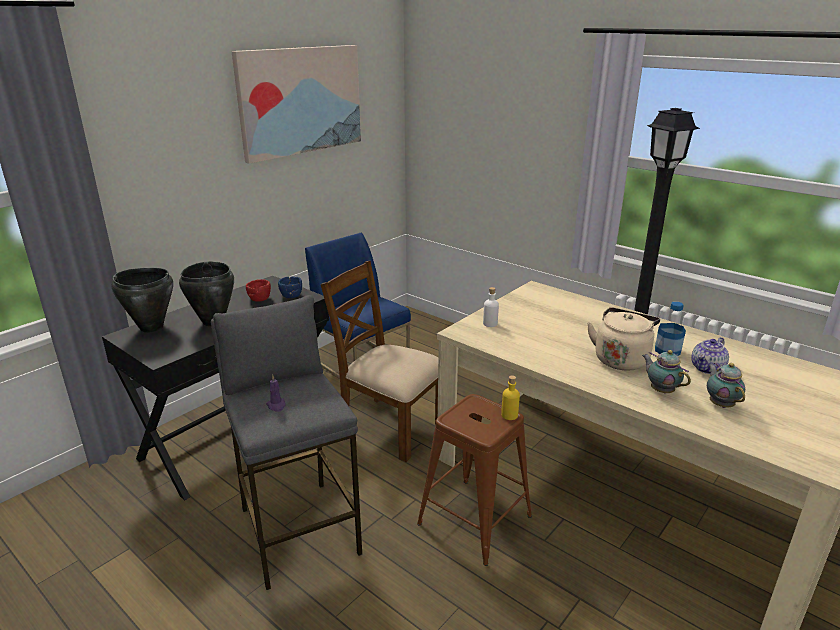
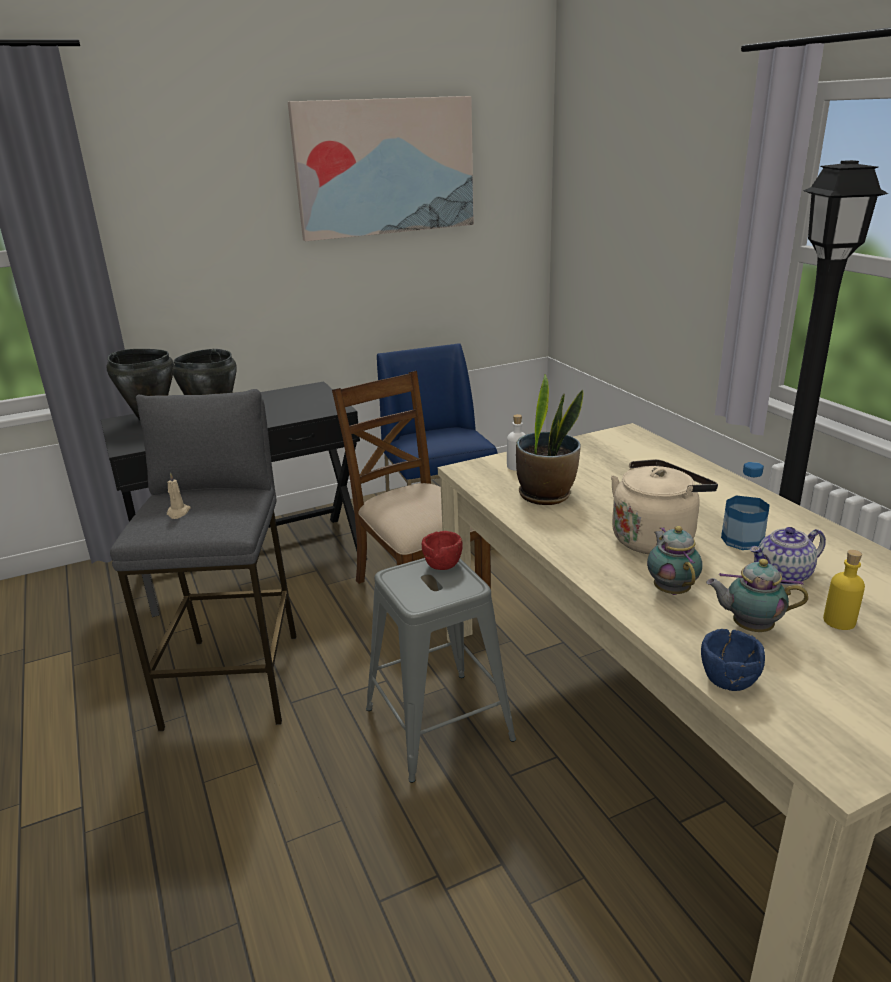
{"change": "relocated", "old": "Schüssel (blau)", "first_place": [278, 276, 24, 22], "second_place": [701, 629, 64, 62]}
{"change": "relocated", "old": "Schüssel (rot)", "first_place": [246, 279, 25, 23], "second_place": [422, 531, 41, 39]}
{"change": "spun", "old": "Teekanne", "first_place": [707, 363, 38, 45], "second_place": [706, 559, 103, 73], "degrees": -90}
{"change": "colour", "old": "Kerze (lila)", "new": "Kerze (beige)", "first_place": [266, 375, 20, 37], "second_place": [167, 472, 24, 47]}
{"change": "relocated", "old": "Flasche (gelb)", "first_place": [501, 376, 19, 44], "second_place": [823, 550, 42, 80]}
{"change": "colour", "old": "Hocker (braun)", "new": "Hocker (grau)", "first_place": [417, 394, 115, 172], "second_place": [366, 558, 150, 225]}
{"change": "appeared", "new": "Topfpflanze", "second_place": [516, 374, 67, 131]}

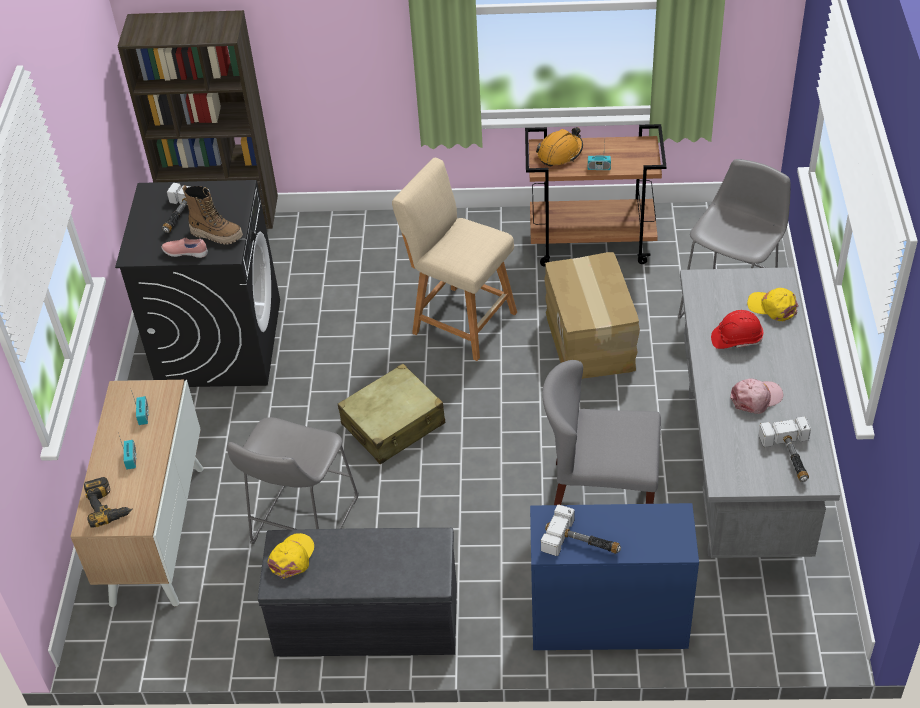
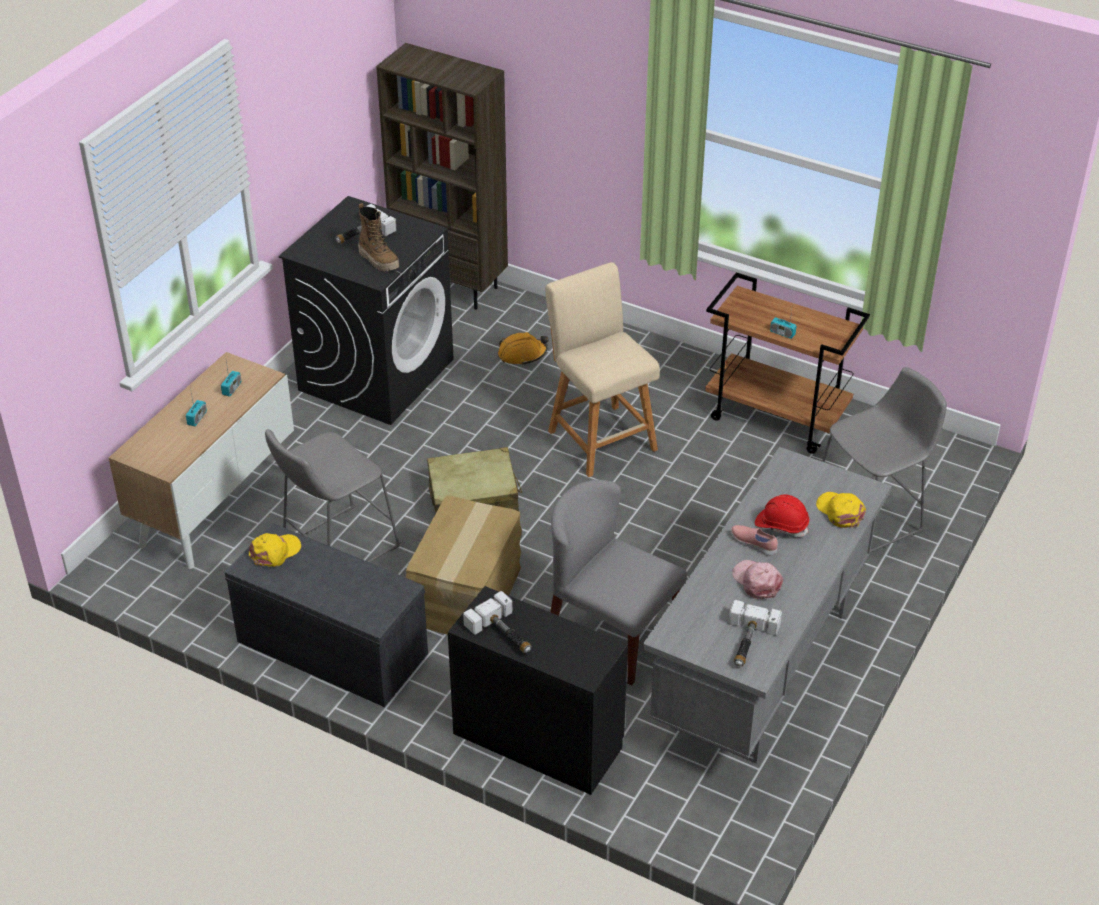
{"change": "relocated", "old": "Schutzhelm (orange)", "first_place": [536, 127, 47, 40], "second_place": [498, 332, 50, 33]}
{"change": "relocated", "old": "Schuh (rosa)", "first_place": [161, 238, 47, 20], "second_place": [731, 525, 47, 31]}
{"change": "relocated", "old": "Karton", "first_place": [544, 252, 96, 127], "second_place": [406, 496, 116, 139]}
{"change": "spun", "old": "Kappe (rosa)", "first_place": [731, 378, 52, 36], "second_place": [732, 560, 51, 39], "degrees": -120}
{"change": "missing", "old": "Bohrmaschine", "first_place": [84, 477, 49, 51]}
{"change": "colour", "old": "Kommode (blau)", "new": "Kommode (schwarz)", "first_place": [530, 503, 169, 147], "second_place": [448, 586, 180, 209]}

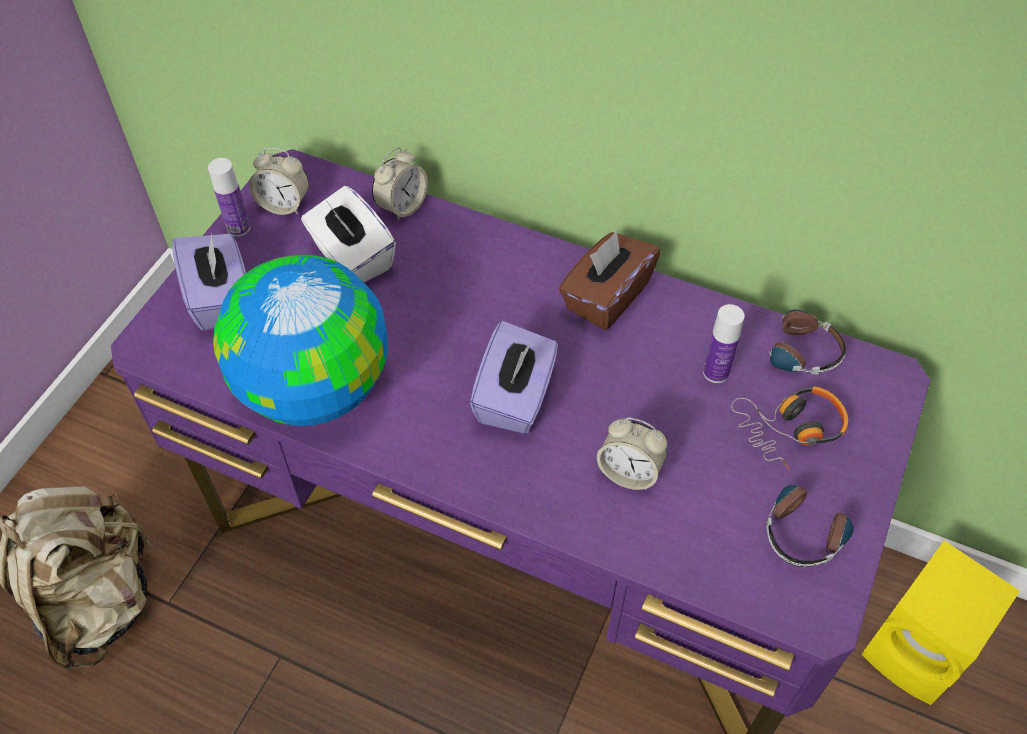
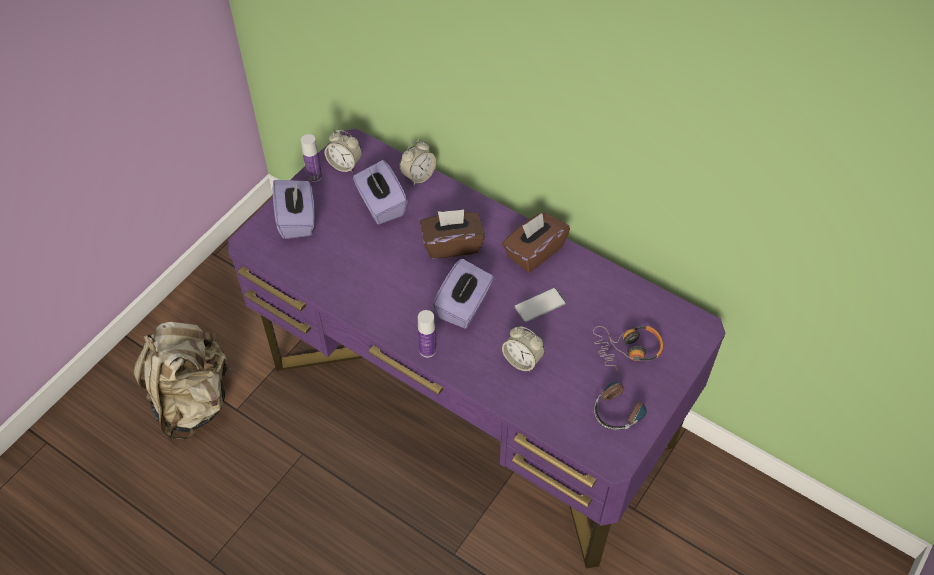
{"change": "colour", "old": "Taschentuchbox (weiß)", "new": "Taschentuchbox (lila)", "first_place": [301, 186, 95, 96], "second_place": [353, 160, 55, 64]}
{"change": "missing", "old": "Globus", "first_place": [213, 255, 175, 171]}
{"change": "relocated", "old": "Flasche", "first_place": [703, 304, 42, 79], "second_place": [418, 310, 18, 47]}
{"change": "missing", "old": "Kopfhörer", "first_place": [751, 309, 95, 66]}
{"change": "missing", "old": "Lautsprecher (gelb)", "first_place": [862, 540, 158, 165]}
{"change": "appeared", "new": "Taschentuchbox (braun)", "second_place": [420, 209, 65, 50]}
{"change": "appeared", "new": "Handy", "second_place": [514, 288, 52, 34]}

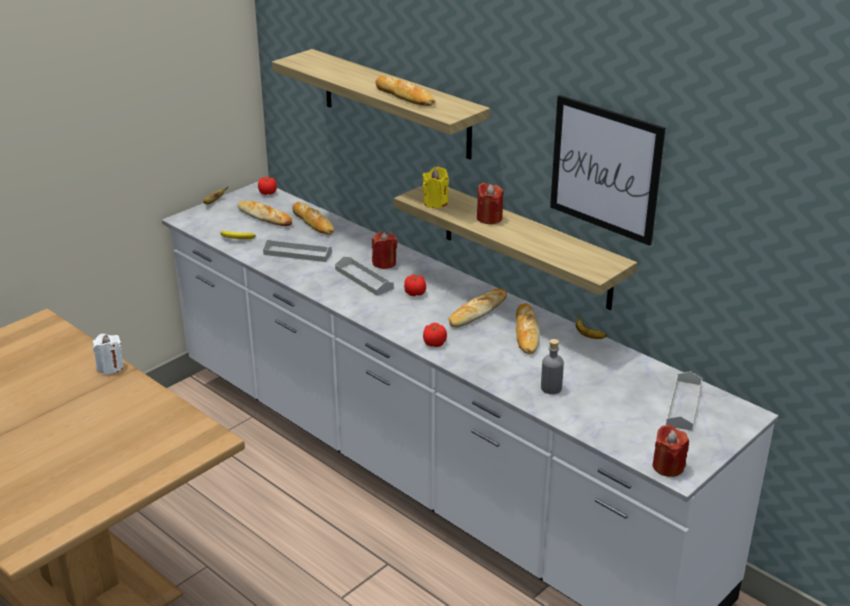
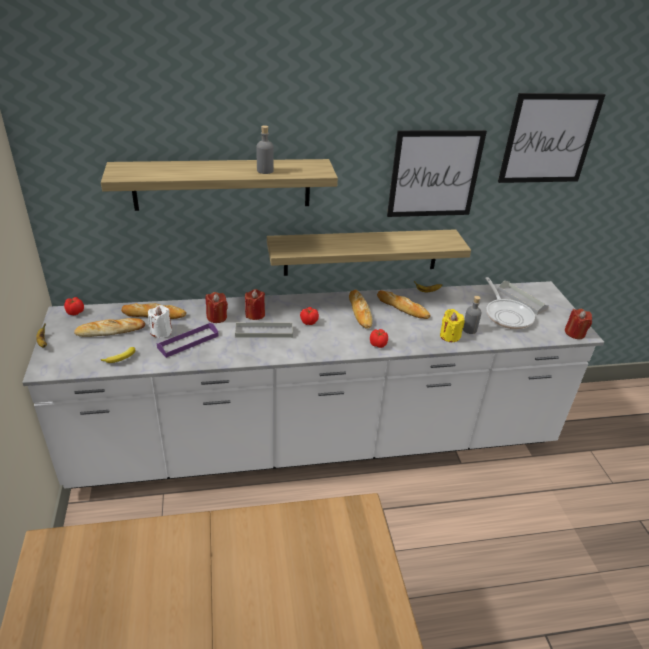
{"change": "exchanged", "old": "Brot", "new": "Flasche (grau)", "first_place": [376, 76, 59, 30], "second_place": [256, 125, 18, 49]}
{"change": "relocated", "old": "Kerze (gelb)", "first_place": [423, 167, 26, 41], "second_place": [440, 309, 25, 33]}
{"change": "relocated", "old": "Kerze (rot)", "first_place": [477, 183, 26, 41], "second_place": [206, 292, 22, 31]}
{"change": "colour", "old": "Tablett (grau)", "new": "Tablett (lila)", "first_place": [263, 240, 69, 22], "second_place": [156, 323, 63, 35]}
{"change": "relocated", "old": "Kerze (weiß)", "first_place": [93, 334, 31, 41], "second_place": [148, 305, 24, 33]}
{"change": "appeared", "new": "Bild", "second_place": [498, 93, 108, 90]}
{"change": "appeared", "new": "Pfanne", "second_place": [485, 277, 50, 52]}

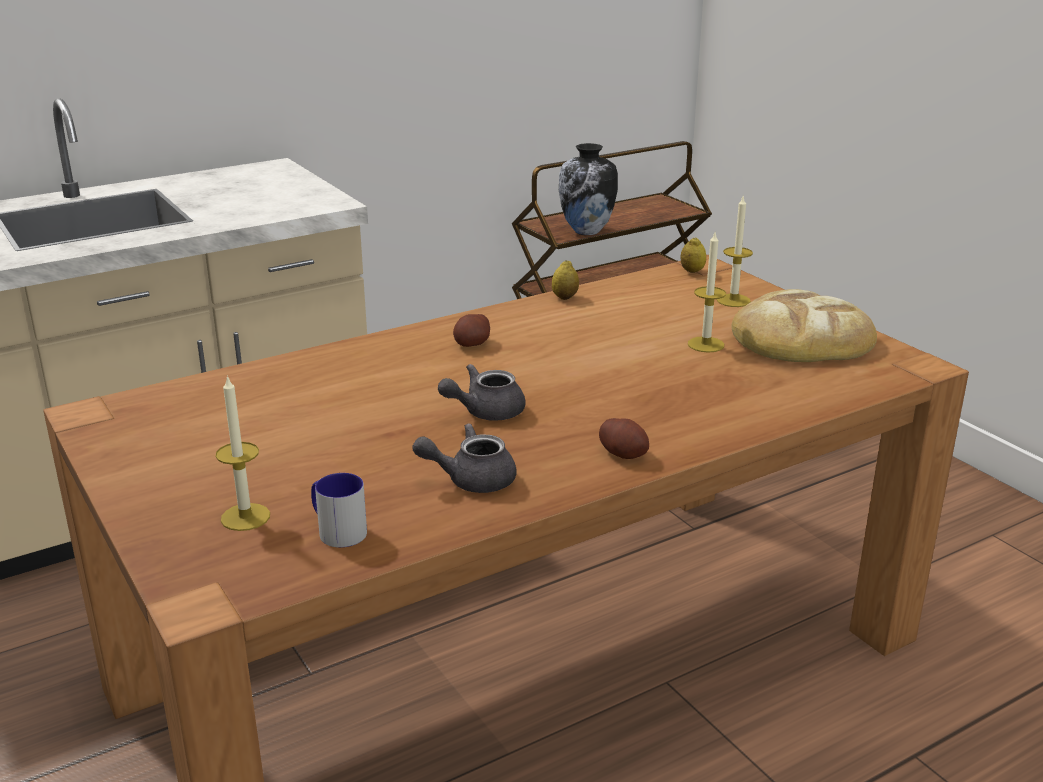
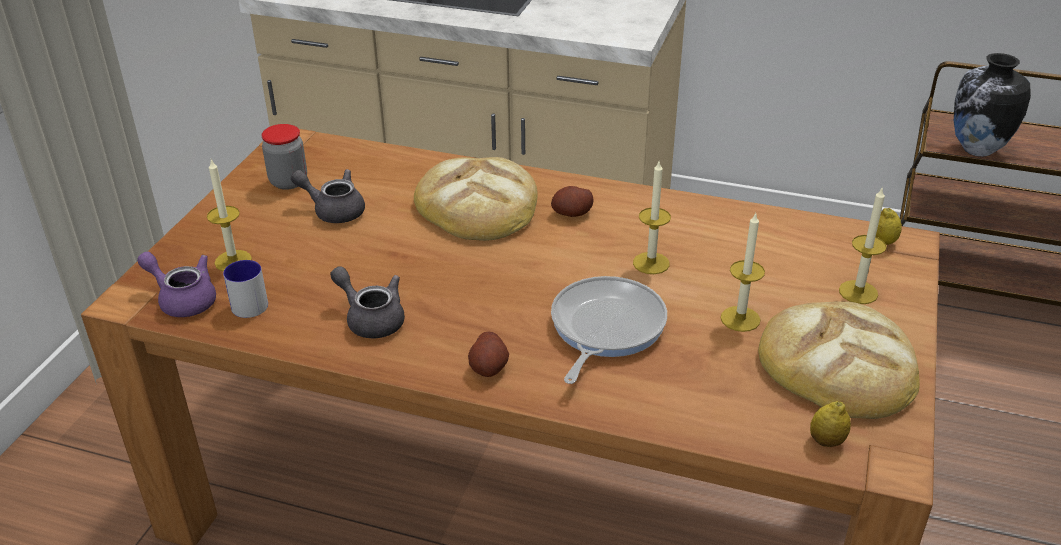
{"change": "relocated", "old": "Zitrone", "first_place": [552, 260, 27, 40], "second_place": [810, 401, 41, 46]}
{"change": "relocated", "old": "Teekanne (grau)", "first_place": [438, 364, 88, 57], "second_place": [291, 169, 74, 54]}
{"change": "appeared", "new": "Vorratsglas", "second_place": [261, 124, 46, 66]}
{"change": "appeared", "new": "Brot", "second_place": [414, 157, 124, 84]}
{"change": "appeared", "new": "Kerze", "second_place": [633, 162, 38, 112]}
{"change": "appeared", "new": "Teekanne (lila)", "second_place": [137, 252, 79, 65]}
{"change": "appeared", "new": "Pfanne", "second_place": [551, 276, 116, 108]}

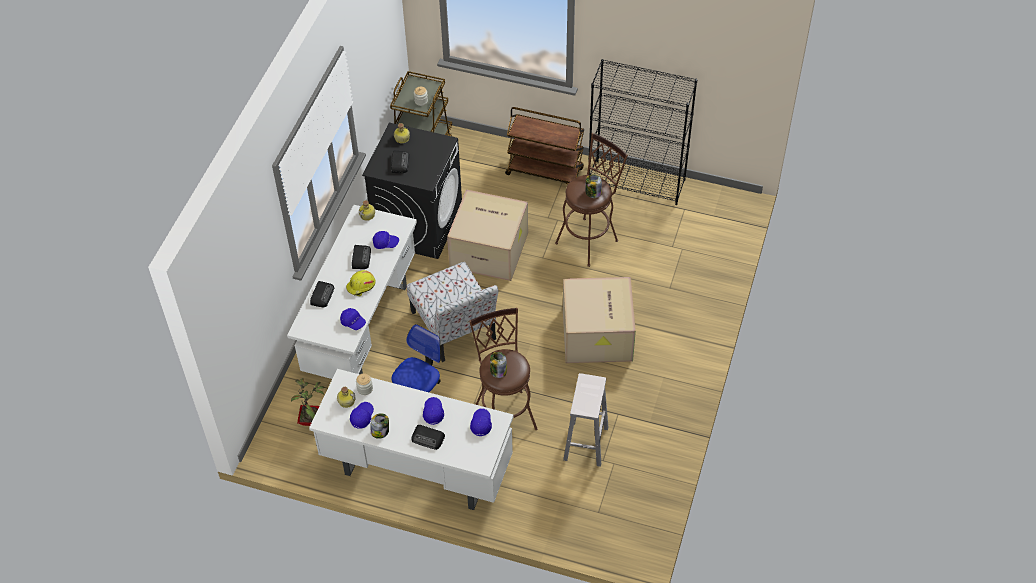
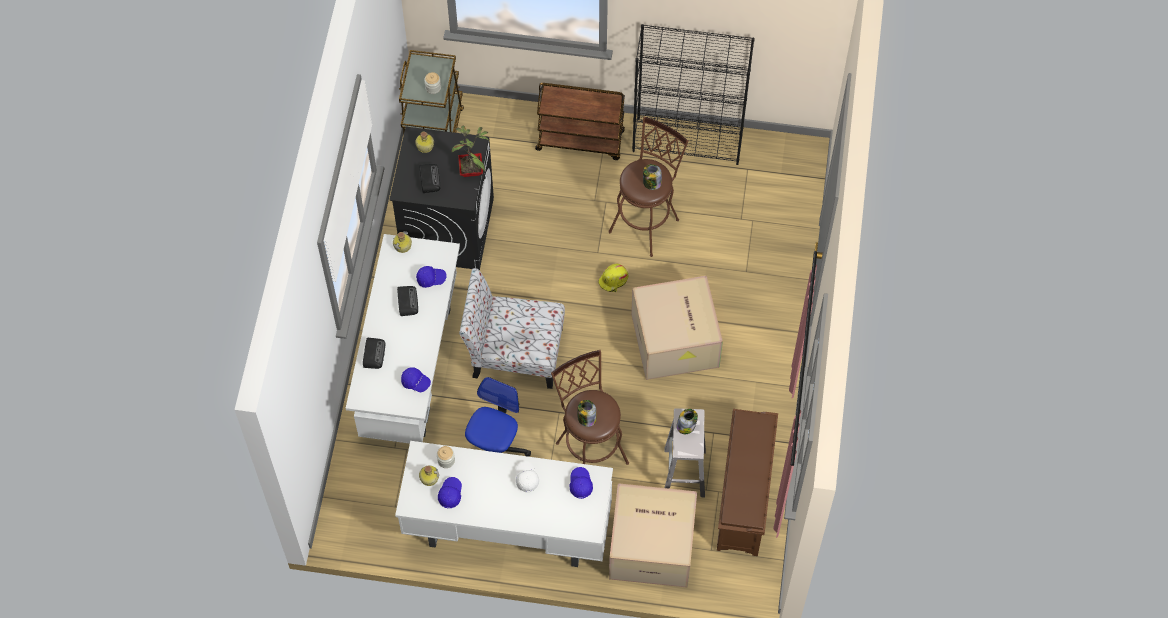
{"change": "relocated", "old": "Karton", "first_place": [447, 189, 81, 92], "second_place": [609, 483, 88, 105]}
{"change": "spun", "old": "Stuhl", "first_place": [406, 262, 93, 100], "second_place": [459, 268, 106, 121], "degrees": 135}
{"change": "relocated", "old": "Schutzhelm (gelb)", "first_place": [346, 270, 29, 27], "second_place": [598, 264, 30, 28]}
{"change": "relocated", "old": "Topfpflanze", "first_place": [291, 378, 34, 48], "second_place": [451, 126, 38, 51]}
{"change": "colour", "old": "Kappe (blau)", "new": "Kappe (weiß)", "first_place": [423, 397, 21, 28], "second_place": [516, 461, 23, 31]}
{"change": "relocated", "old": "Vorratsglas", "first_place": [371, 413, 18, 26], "second_place": [676, 409, 22, 25]}
{"change": "missing", "old": "Radio", "first_place": [411, 425, 34, 25]}
{"change": "appeared", "new": "Schuhregal (braun)", "second_place": [717, 409, 61, 147]}

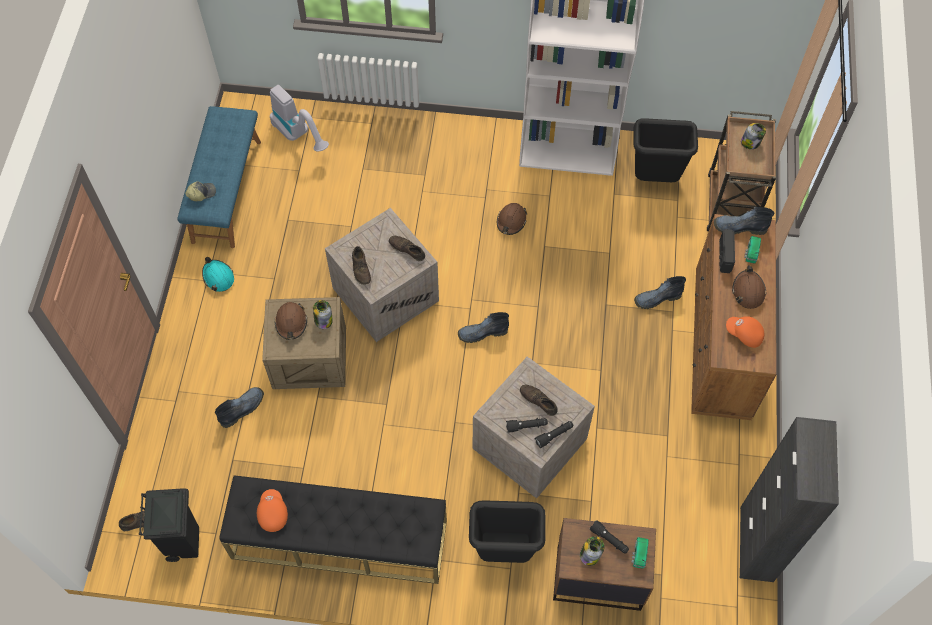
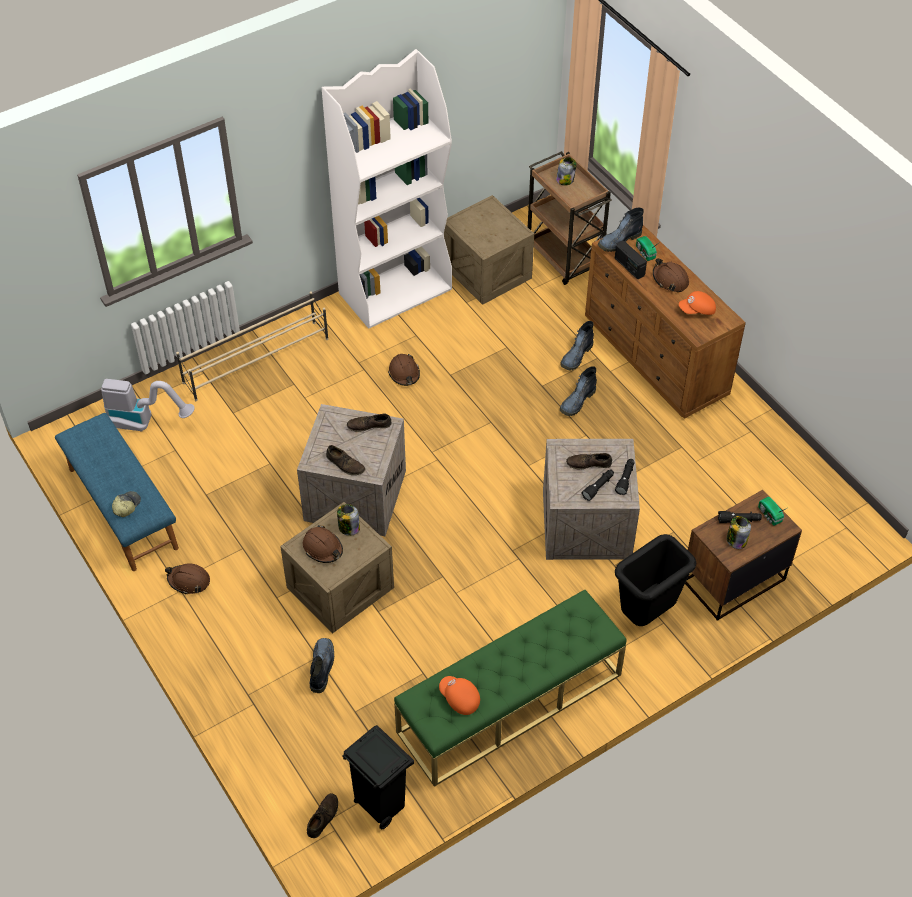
{"change": "exchanged", "old": "Mülleimer (schwarz)", "new": "Kiste", "first_place": [633, 118, 65, 64], "second_place": [444, 195, 90, 110]}
{"change": "colour", "old": "Schutzhelm (türkis)", "new": "Schutzhelm (braun)", "first_place": [202, 257, 32, 35], "second_place": [165, 563, 45, 32]}
{"change": "relocated", "old": "Stiefel", "first_place": [458, 312, 51, 31], "second_place": [560, 366, 37, 50]}
{"change": "missing", "old": "Schrank (schwarz)", "first_place": [740, 417, 99, 165]}
{"change": "colour", "old": "Bank (schwarz)", "new": "Bank (grün)", "first_place": [219, 476, 228, 108], "second_place": [394, 590, 233, 197]}
{"change": "appeared", "new": "Schuhregal (beige)", "second_place": [176, 291, 153, 110]}

